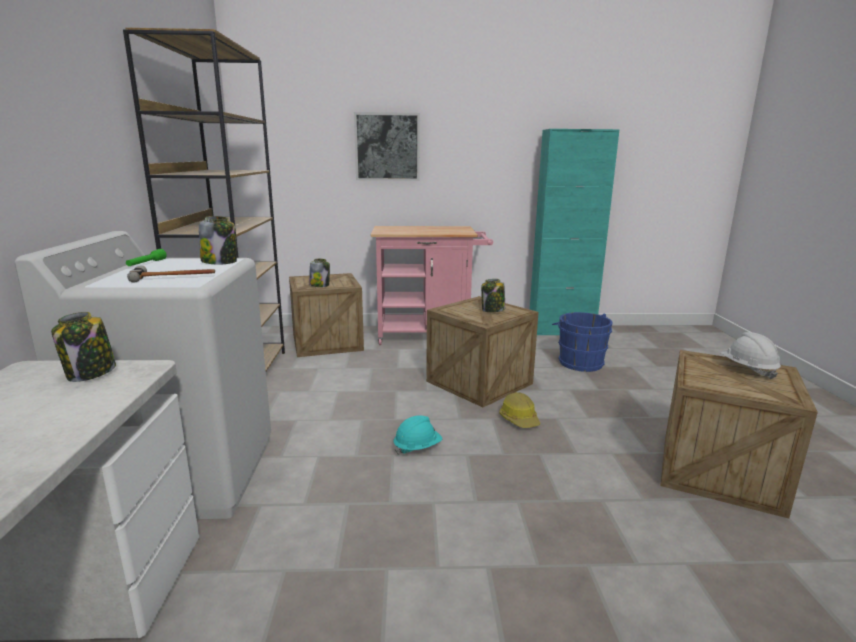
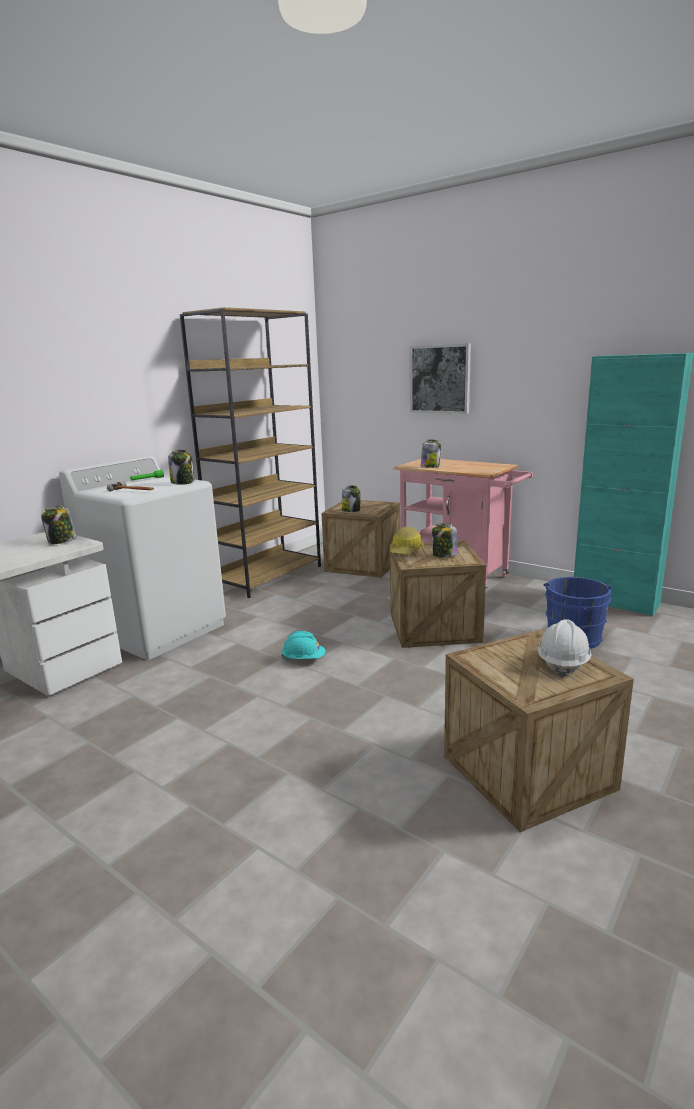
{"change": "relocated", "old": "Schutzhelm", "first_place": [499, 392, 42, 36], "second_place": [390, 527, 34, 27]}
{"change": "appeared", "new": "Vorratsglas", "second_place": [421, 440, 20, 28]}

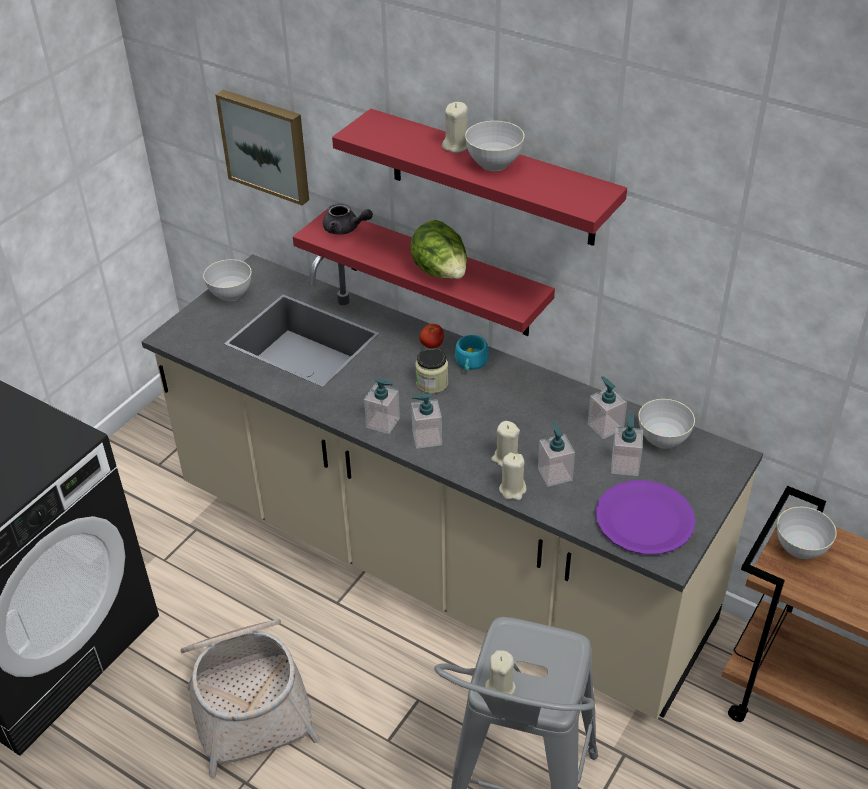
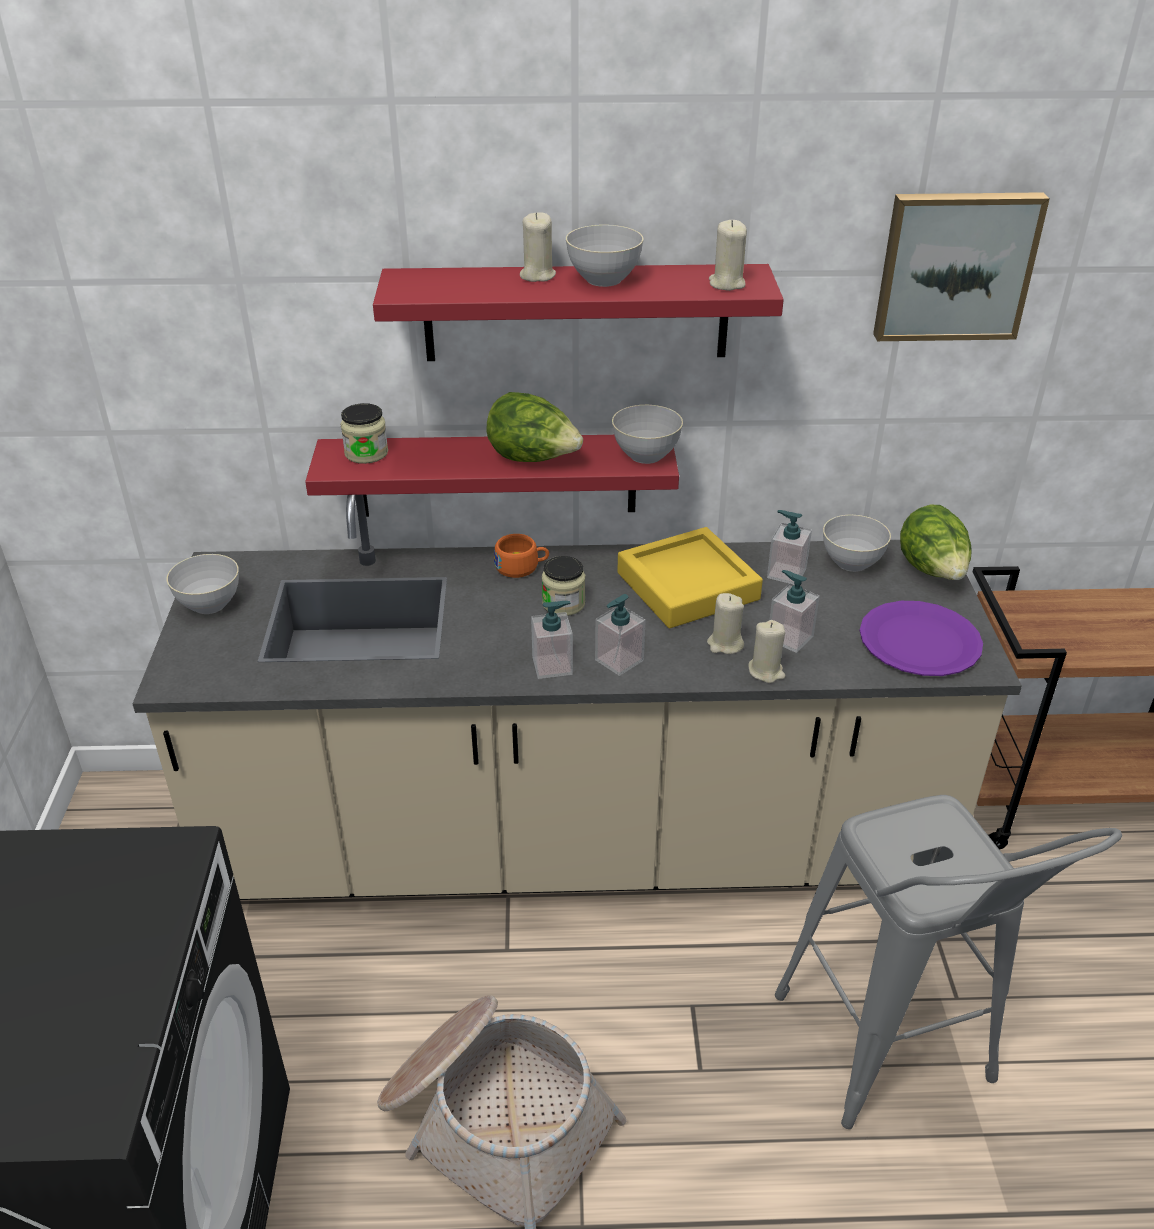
{"change": "relocated", "old": "Bild", "first_place": [215, 90, 94, 115], "second_place": [873, 192, 177, 149]}
{"change": "exchanged", "old": "Teekanne (grau)", "new": "Vorratsglas", "first_place": [323, 203, 50, 32], "second_place": [341, 403, 47, 61]}
{"change": "exchanged", "old": "Tomate", "new": "Tasse (orange)", "first_place": [419, 324, 25, 24], "second_place": [494, 534, 55, 44]}
{"change": "missing", "old": "Tasse (türkis)", "first_place": [455, 335, 34, 36]}
{"change": "missing", "old": "Seifenspender", "first_place": [611, 413, 32, 63]}
{"change": "relocated", "old": "Schüssel (grau)", "first_place": [777, 507, 60, 52], "second_place": [612, 405, 71, 59]}
{"change": "relocated", "old": "Kerze (beige)", "first_place": [485, 650, 31, 44], "second_place": [709, 220, 38, 71]}
{"change": "appeared", "new": "Salatkopf", "second_place": [900, 505, 72, 75]}
{"change": "appeared", "new": "Tablett (gelb)", "second_place": [617, 527, 146, 101]}

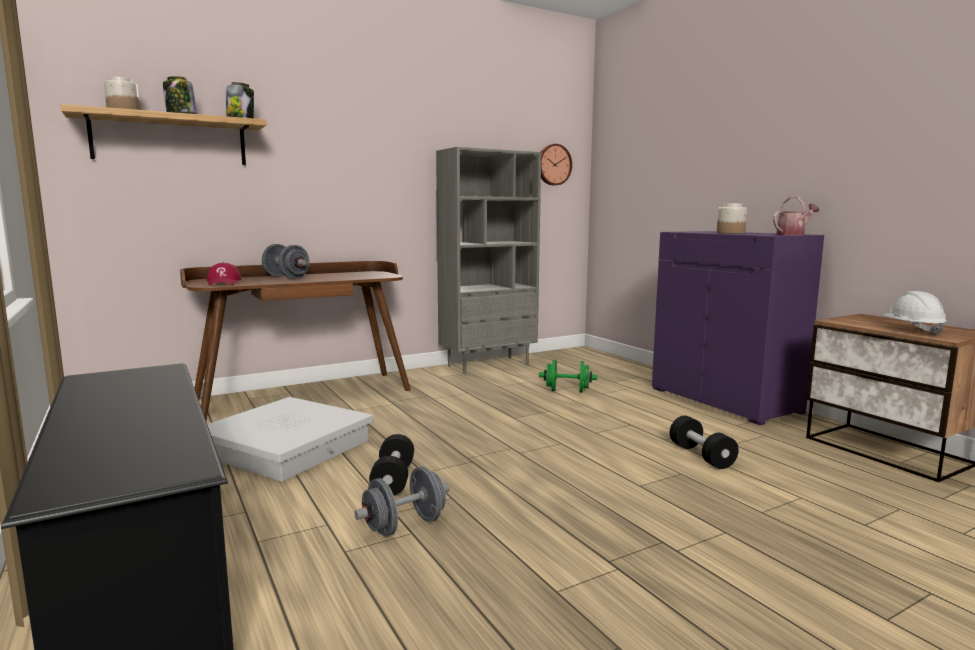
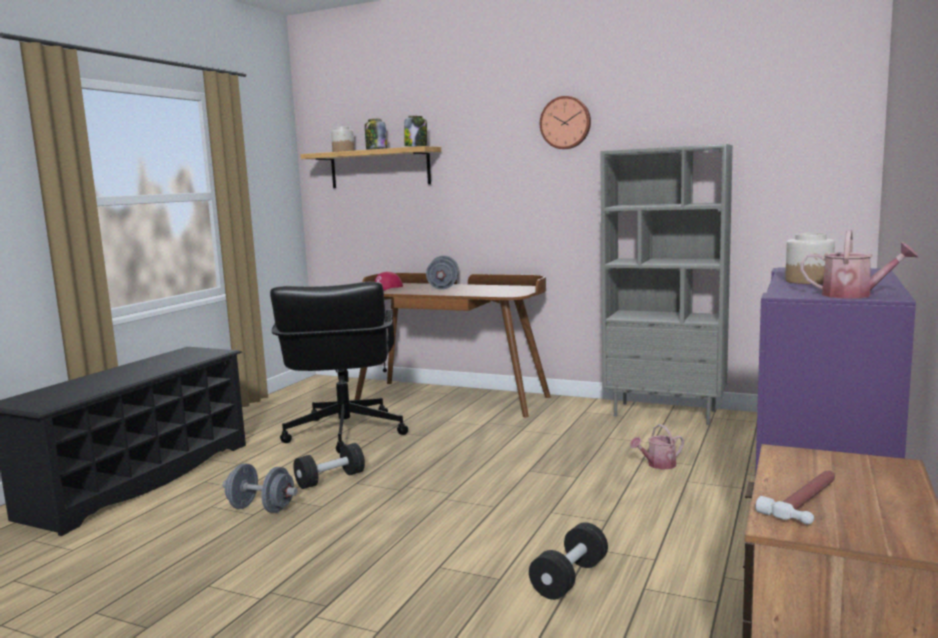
{"change": "relocated", "old": "Wanduhr", "first_place": [541, 144, 31, 41], "second_place": [540, 96, 51, 53]}
{"change": "exchanged", "old": "Schutzhelm (weiß)", "new": "Hammer", "first_place": [883, 291, 64, 44], "second_place": [756, 470, 79, 54]}
{"change": "exchanged", "old": "Hantel (grün)", "new": "Gießkanne", "first_place": [539, 360, 58, 33], "second_place": [630, 424, 54, 46]}
{"change": "exchanged", "old": "Aufbewahrungsbox (weiß)", "new": "Bürostuhl (schwarz)", "first_place": [207, 397, 166, 85], "second_place": [270, 282, 138, 172]}

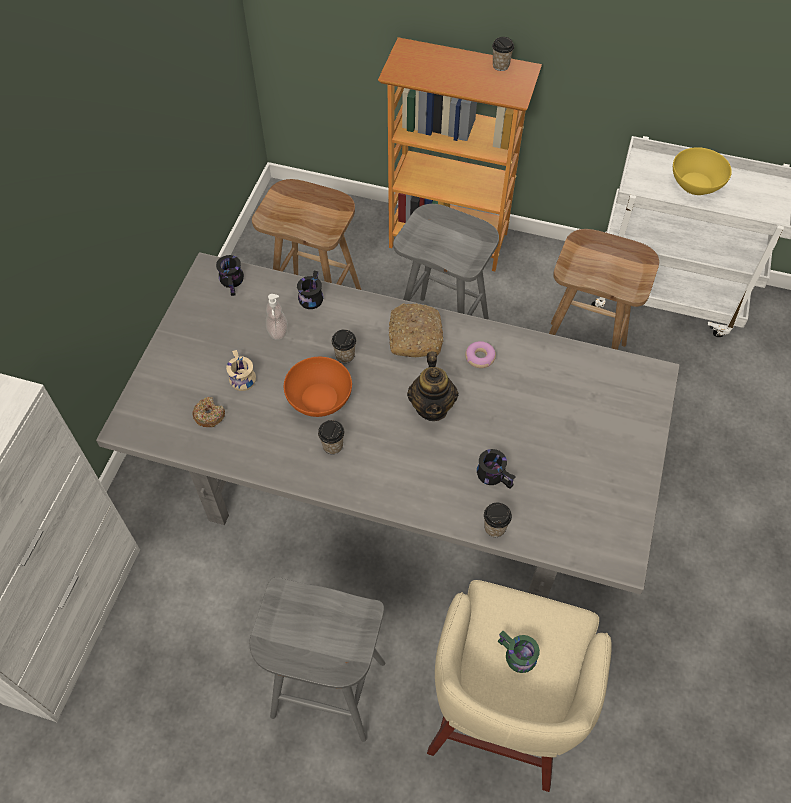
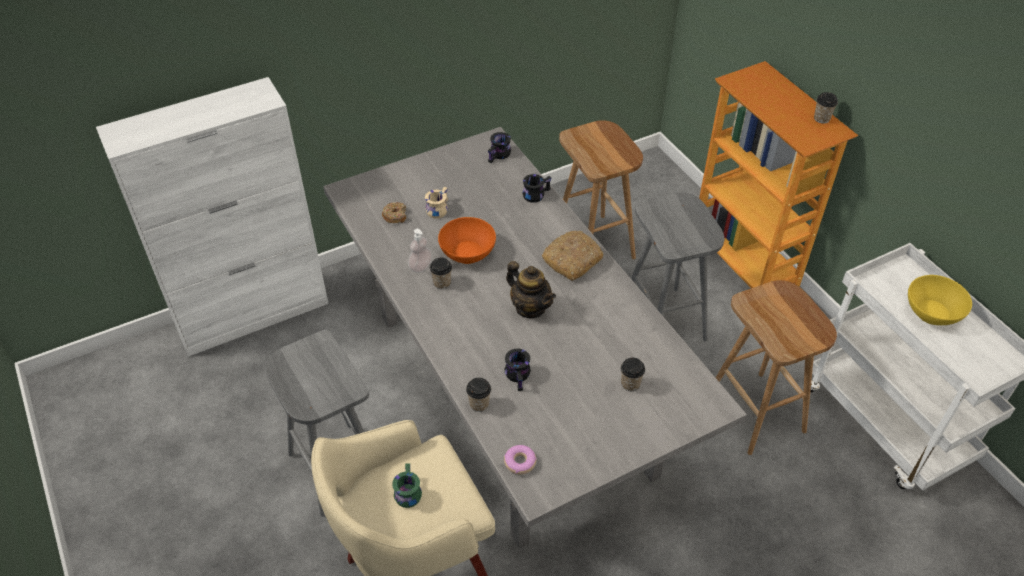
{"change": "relocated", "old": "Seifenspender", "first_place": [266, 294, 22, 46], "second_place": [408, 229, 24, 44]}
{"change": "relocated", "old": "Tasse", "first_place": [332, 329, 24, 34], "second_place": [621, 358, 24, 33]}
{"change": "relocated", "old": "Donut", "first_place": [465, 341, 31, 27], "second_place": [504, 445, 33, 30]}
{"change": "spun", "old": "Teekanne", "first_place": [407, 352, 51, 69], "second_place": [506, 261, 50, 57], "degrees": -90}

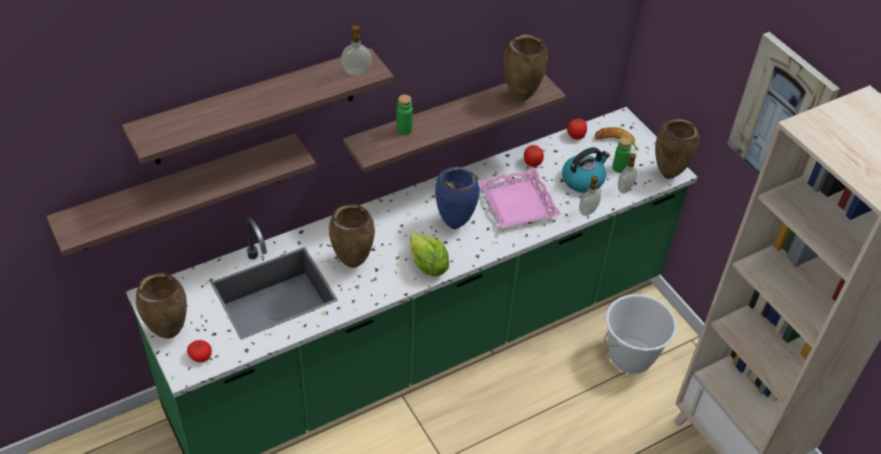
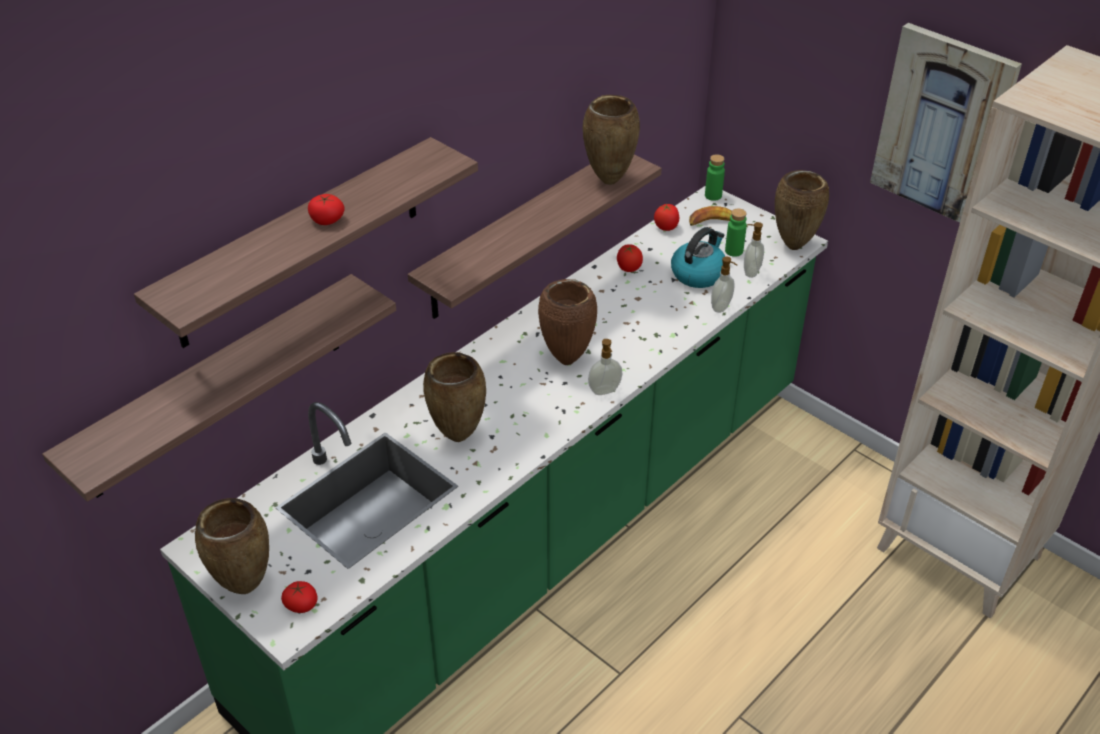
{"change": "relocated", "old": "Seifenspender", "first_place": [341, 25, 31, 50], "second_place": [588, 339, 34, 56]}
{"change": "relocated", "old": "Flasche (grün)", "first_place": [396, 95, 17, 40], "second_place": [705, 154, 20, 47]}
{"change": "colour", "old": "Vase (blau)", "new": "Vase (braun)", "first_place": [435, 167, 45, 62], "second_place": [538, 279, 59, 86]}
{"change": "missing", "old": "Tablett (rosa)", "first_place": [478, 168, 83, 60]}
{"change": "missing", "old": "Salatkopf", "first_place": [410, 232, 39, 44]}
{"change": "missing", "old": "Eimer (weiß)", "first_place": [604, 294, 73, 80]}
{"change": "appeared", "new": "Tomate", "second_place": [308, 194, 36, 31]}

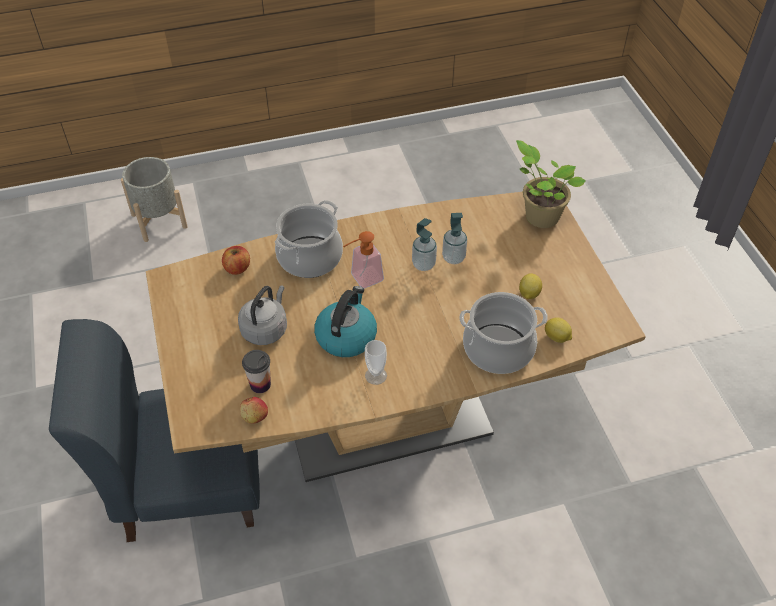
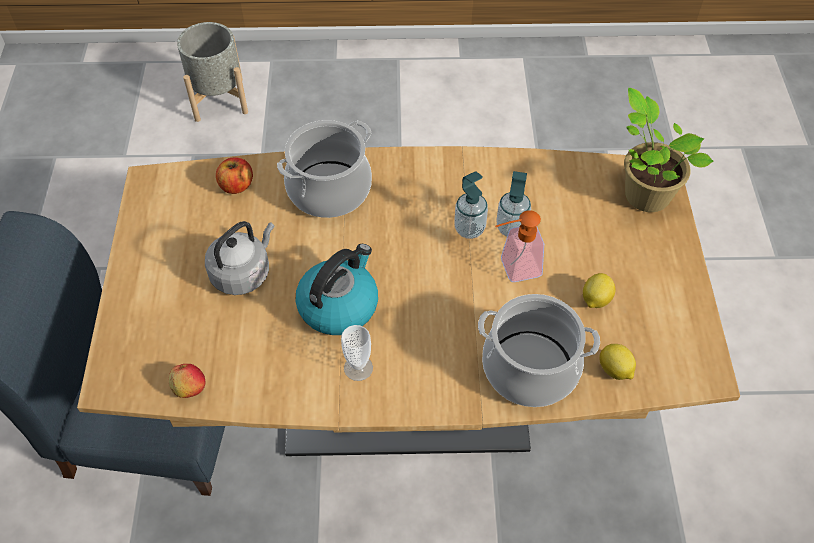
{"change": "relocated", "old": "Seifenspender", "first_place": [343, 231, 41, 57], "second_place": [495, 210, 49, 72]}
{"change": "missing", "old": "Tasse", "first_place": [242, 350, 29, 43]}

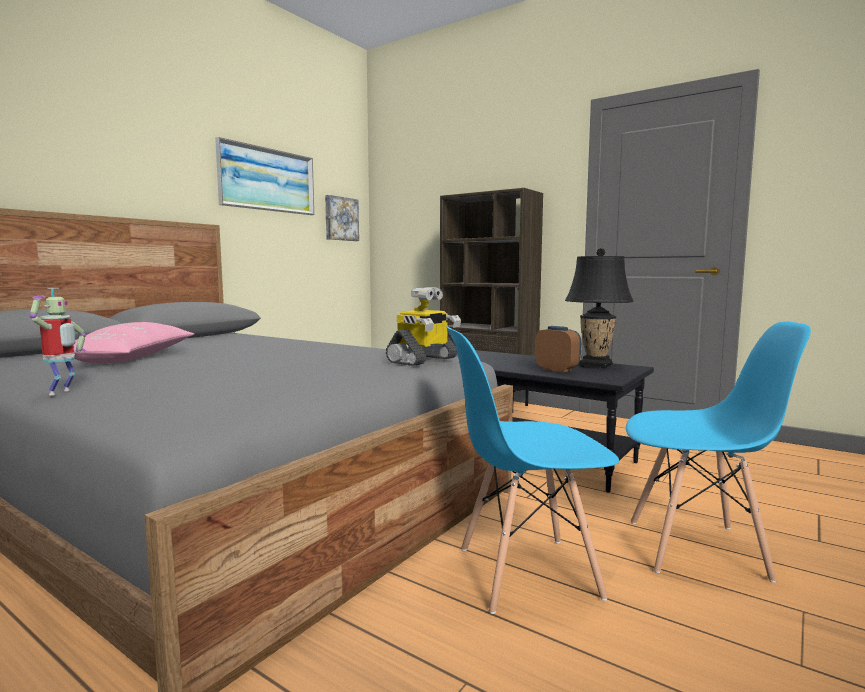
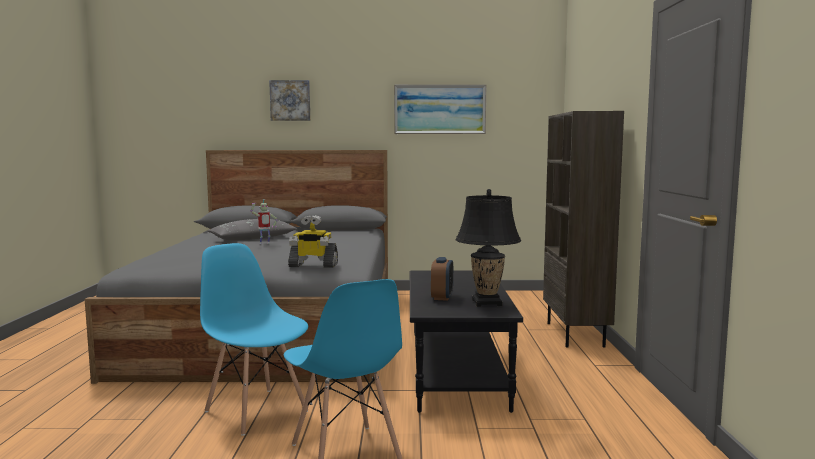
{"change": "relocated", "old": "Bild", "first_place": [325, 195, 34, 46], "second_place": [269, 80, 41, 41]}
{"change": "relocated", "old": "Spielzeugroboter", "first_place": [30, 288, 57, 107], "second_place": [250, 199, 28, 45]}
{"change": "colour", "old": "Kissen (rosa)", "new": "Kissen (grau)", "first_place": [74, 322, 120, 42], "second_place": [207, 219, 90, 21]}

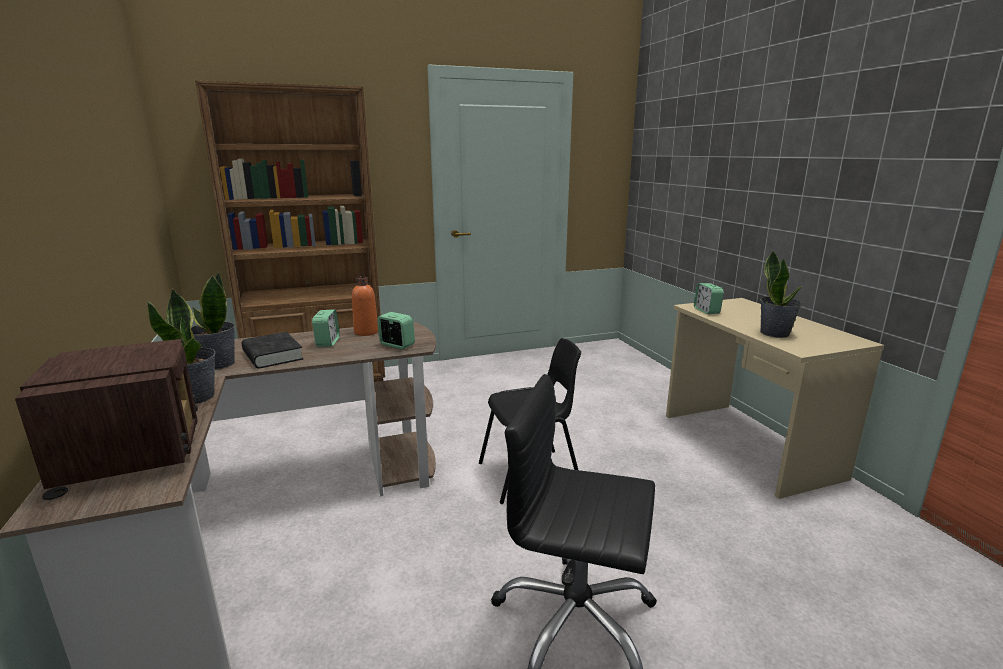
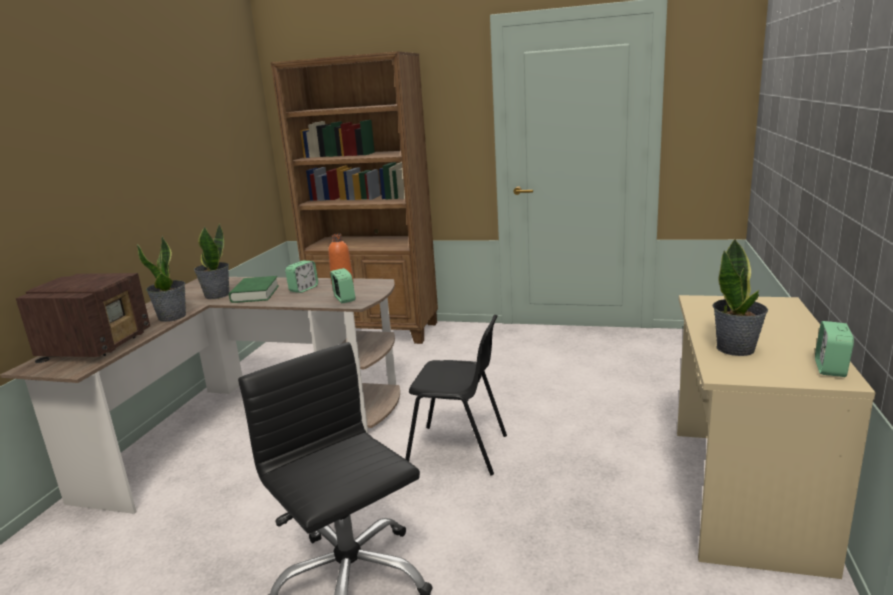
{"change": "relocated", "old": "Wecker", "first_place": [694, 283, 30, 31], "second_place": [815, 321, 39, 56]}
{"change": "colour", "old": "Buch (schwarz)", "new": "Buch (grün)", "first_place": [242, 332, 61, 37], "second_place": [229, 276, 50, 27]}

